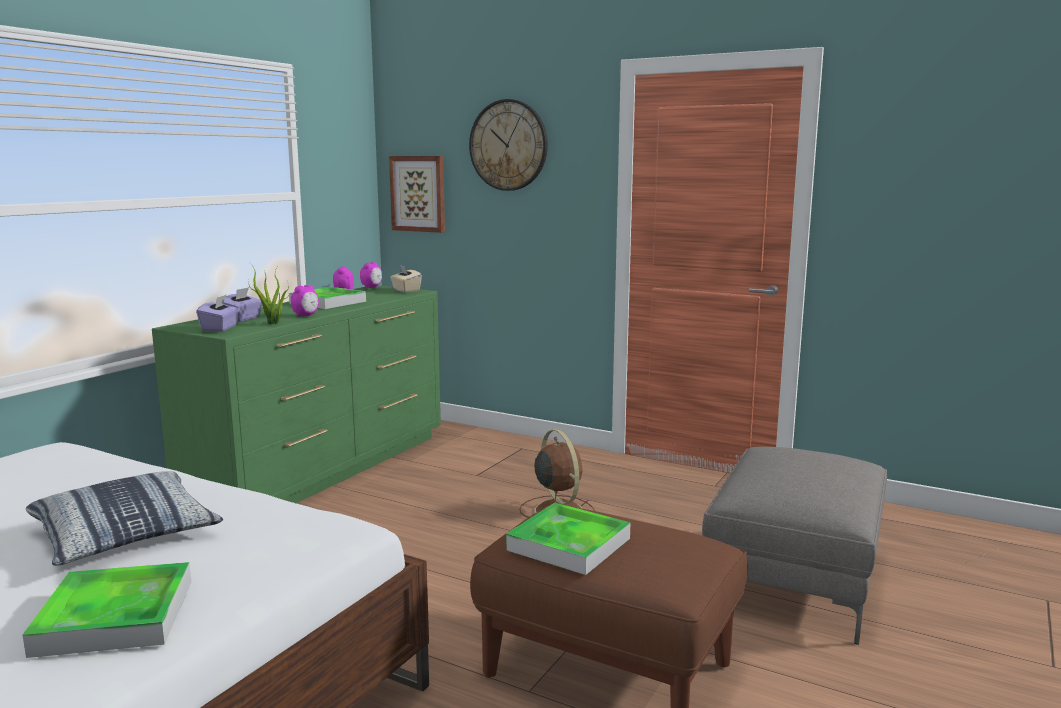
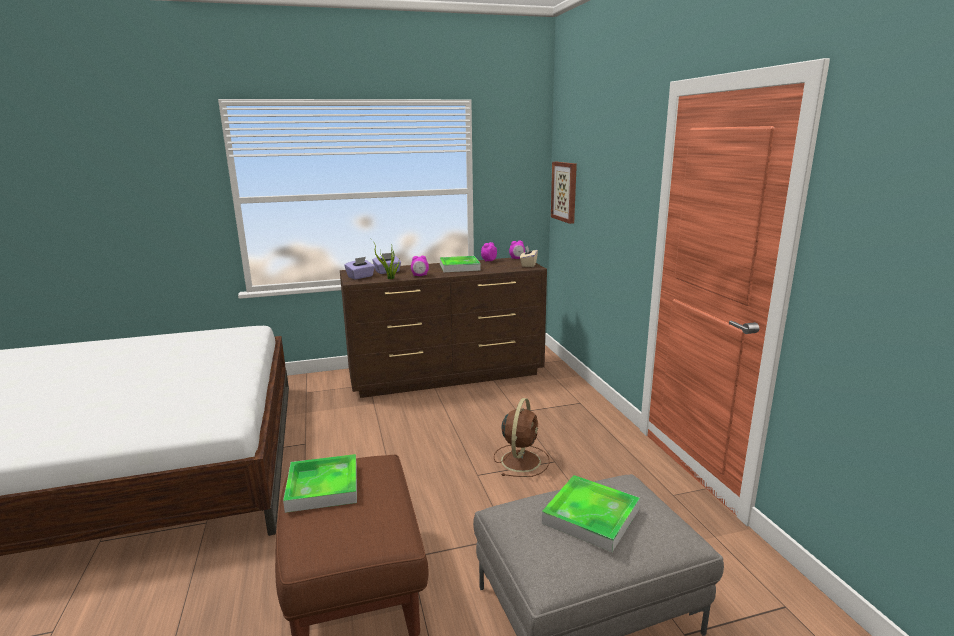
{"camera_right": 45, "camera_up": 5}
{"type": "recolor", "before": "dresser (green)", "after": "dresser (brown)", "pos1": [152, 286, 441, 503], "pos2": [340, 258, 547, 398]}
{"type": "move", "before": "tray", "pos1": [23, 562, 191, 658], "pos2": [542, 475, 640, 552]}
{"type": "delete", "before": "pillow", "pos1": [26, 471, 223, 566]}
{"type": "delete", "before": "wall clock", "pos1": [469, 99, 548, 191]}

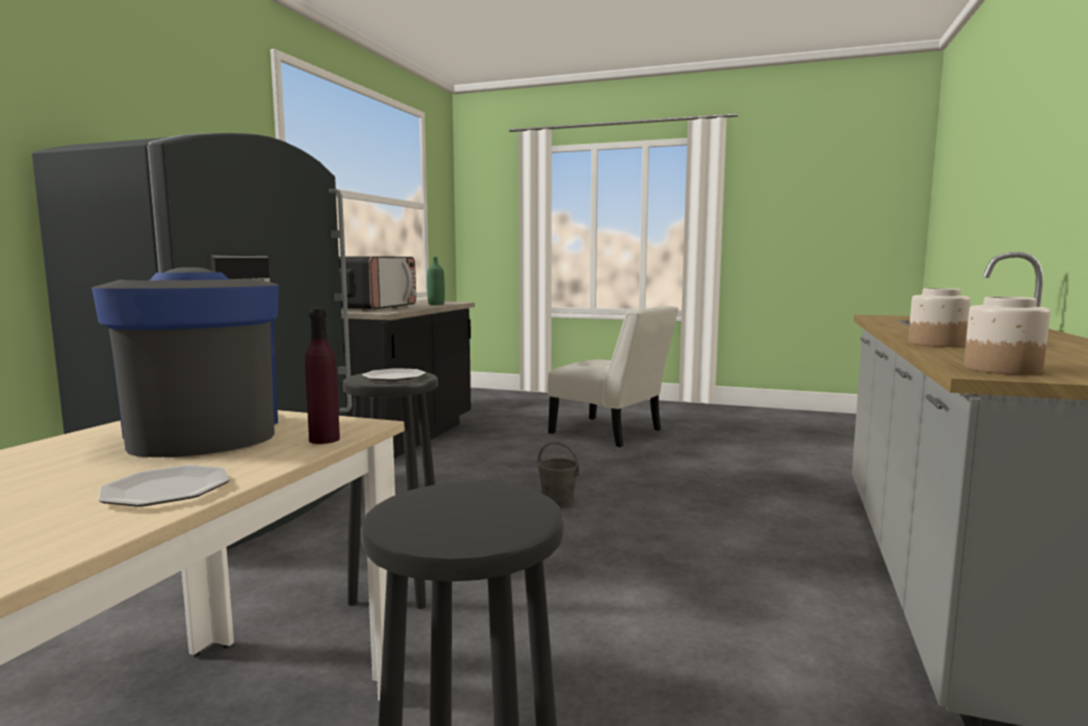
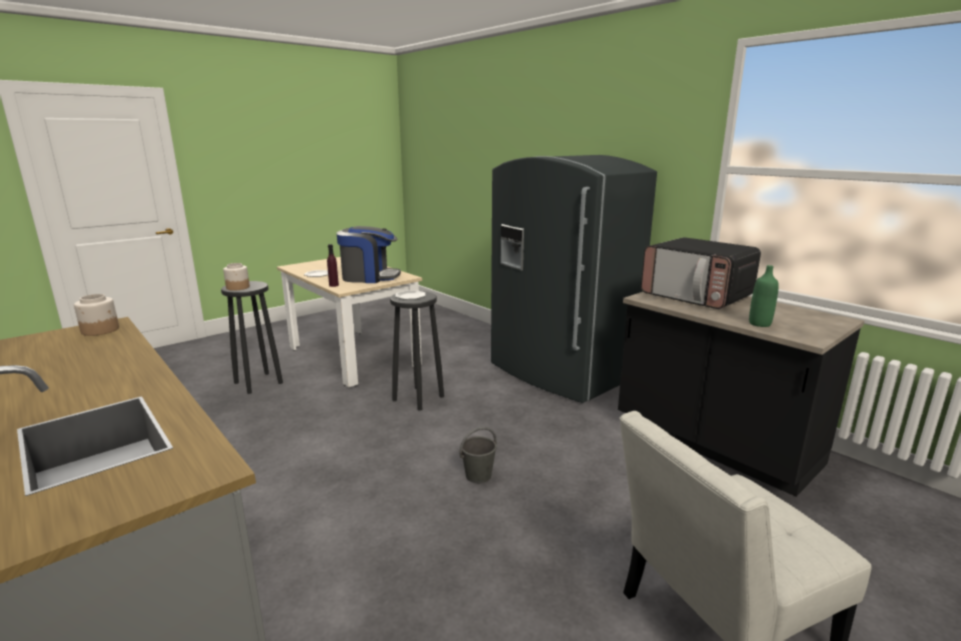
{"camera_right": 120, "camera_up": 10}
{"type": "move", "before": "jar", "pos1": [908, 288, 971, 347], "pos2": [223, 263, 250, 291]}

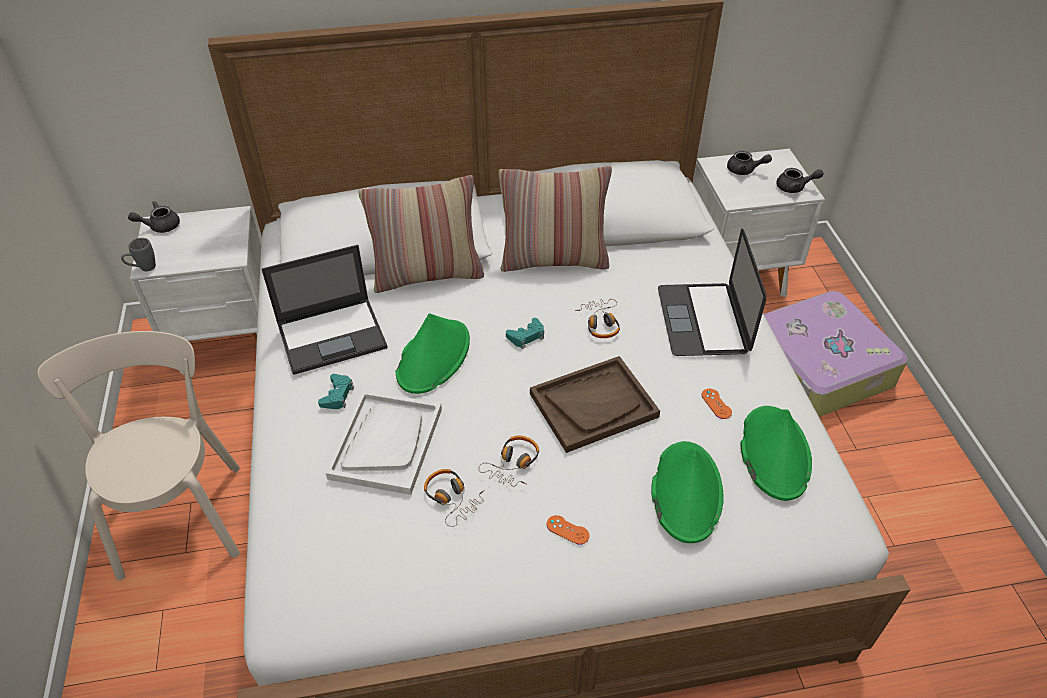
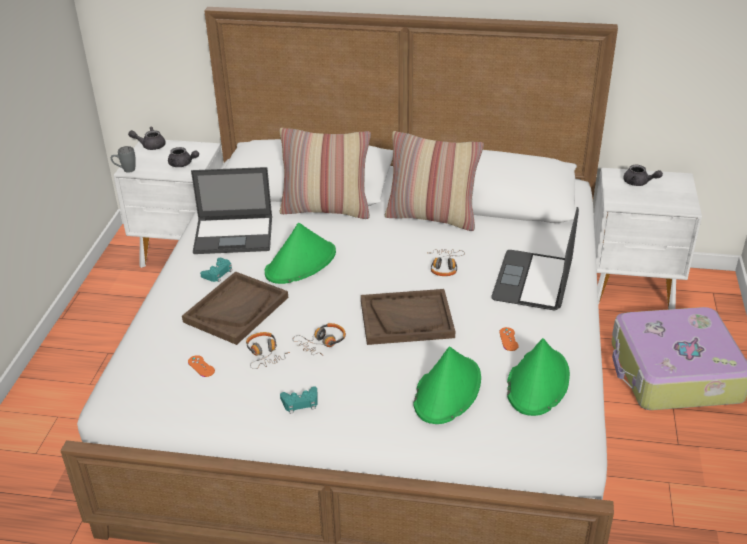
{"camera_right": 20, "camera_up": -10}
{"type": "move", "before": "teapot (grey)", "pos1": [776, 168, 824, 193], "pos2": [168, 147, 199, 167]}
{"type": "recolor", "before": "tray (white)", "after": "tray (brown)", "pos1": [326, 390, 442, 495], "pos2": [182, 271, 288, 345]}
{"type": "move", "before": "game controller (orange)", "pos1": [547, 515, 590, 545], "pos2": [188, 355, 215, 377]}
{"type": "move", "before": "game controller (turquoise)", "pos1": [506, 318, 544, 349], "pos2": [280, 387, 318, 414]}
{"type": "delete", "before": "chair (beige)", "pos1": [37, 331, 240, 581]}

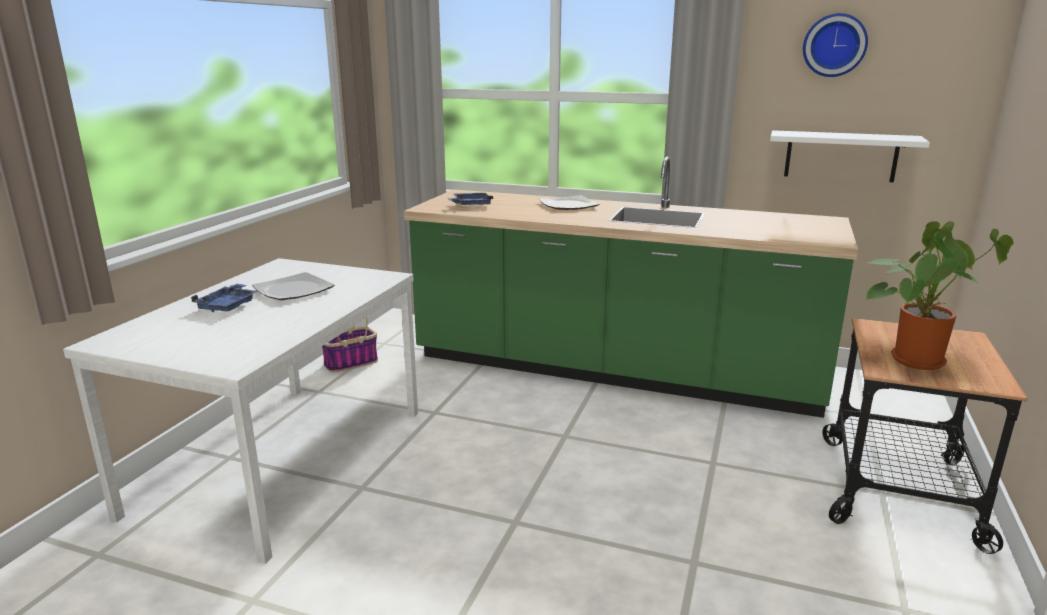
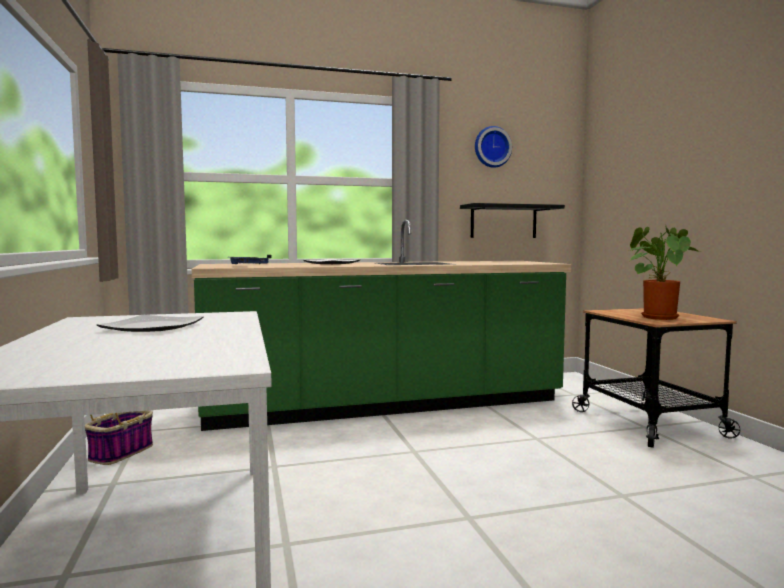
{"camera_right": -35, "camera_up": -15}
{"type": "recolor", "before": "shelf (white)", "after": "shelf (black)", "pos1": [770, 130, 930, 182], "pos2": [460, 203, 565, 238]}
{"type": "delete", "before": "tray (blue)", "pos1": [191, 284, 258, 312]}

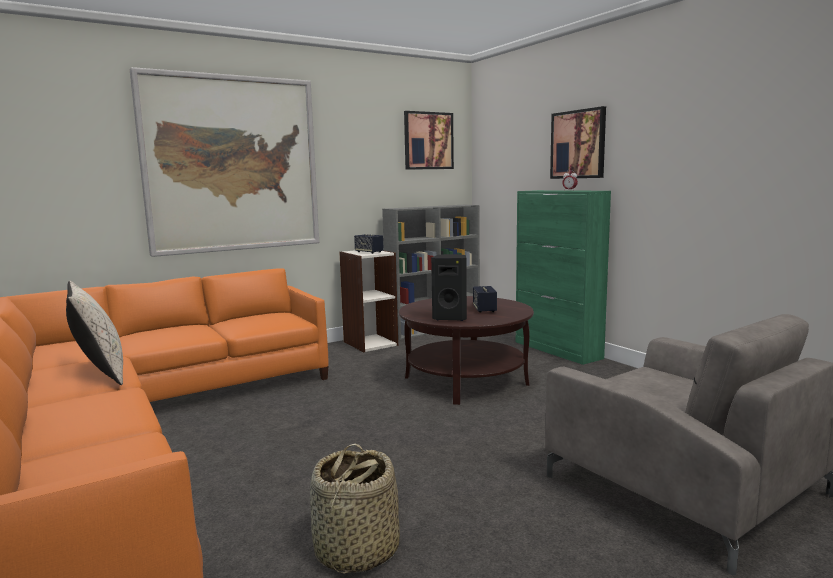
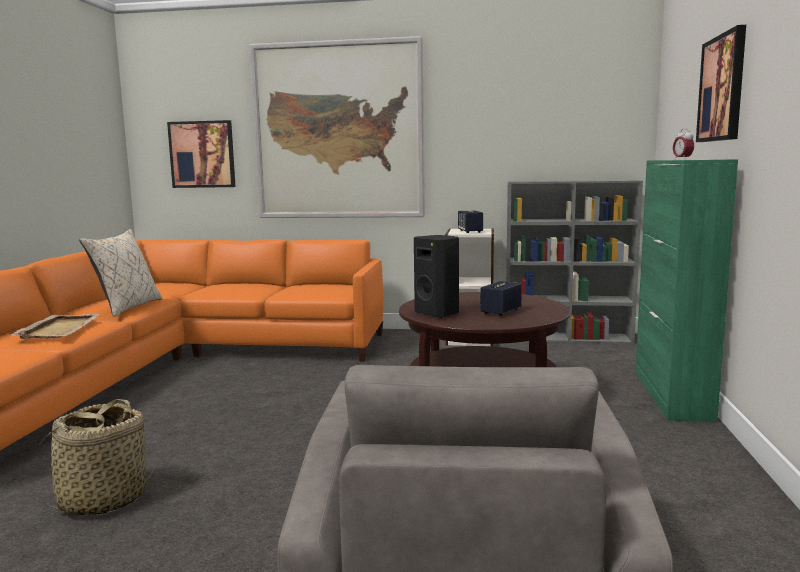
{"camera_right": 40, "camera_up": 0}
{"type": "insert", "after": "tray (beige)", "pos2": [11, 314, 100, 339]}
{"type": "move", "before": "picture", "pos1": [404, 111, 454, 170], "pos2": [167, 120, 236, 188]}

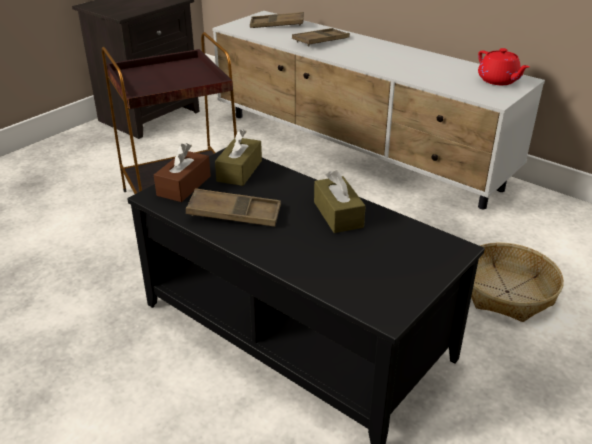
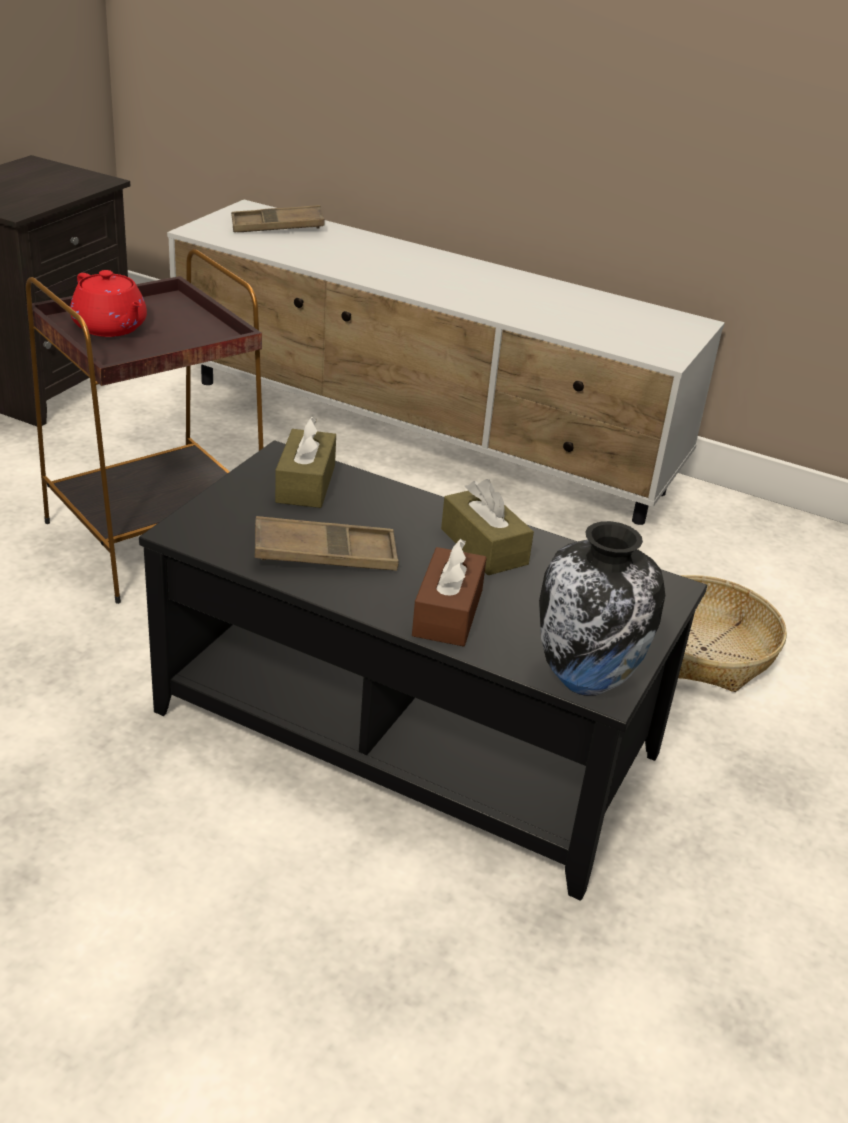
{"camera_right": -15, "camera_up": 0}
{"type": "move", "before": "teapot (red)", "pos1": [478, 48, 529, 85], "pos2": [70, 270, 147, 337]}
{"type": "move", "before": "tissue box (brown)", "pos1": [154, 143, 211, 202], "pos2": [412, 539, 487, 647]}
{"type": "insert", "after": "vase", "pos2": [539, 521, 665, 696]}
{"type": "delete", "before": "tray (brown)", "pos1": [292, 28, 350, 46]}

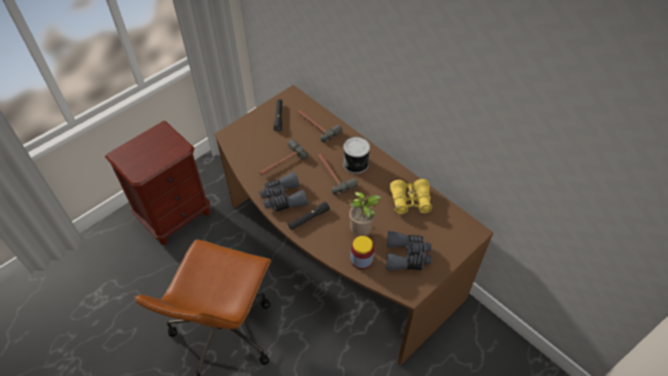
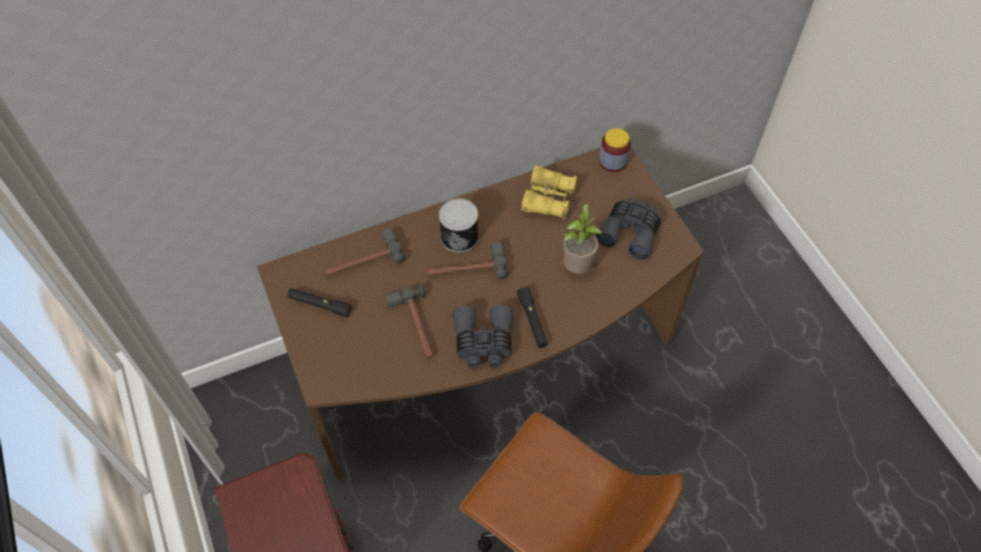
{"camera_right": -70, "camera_up": 5}
{"type": "move", "before": "jar", "pos1": [350, 236, 374, 269], "pos2": [599, 128, 631, 172]}

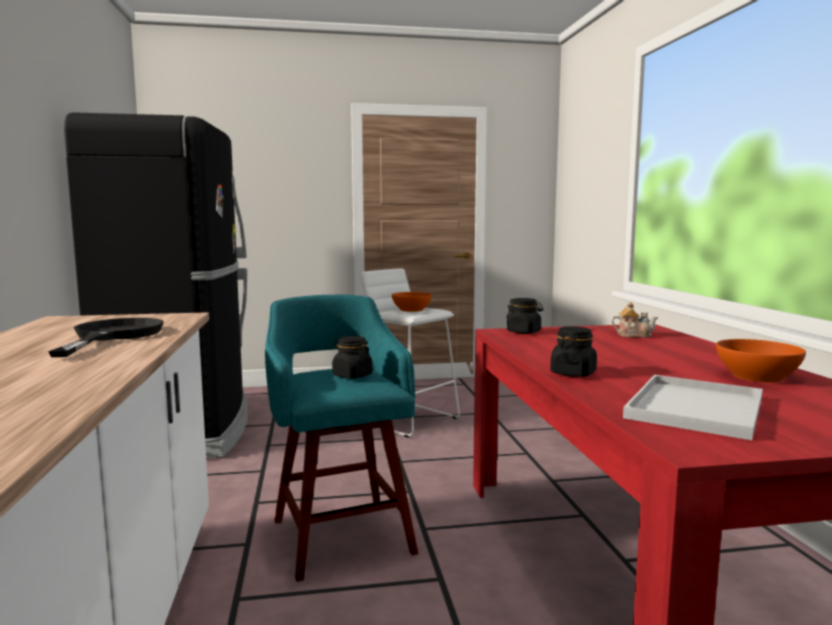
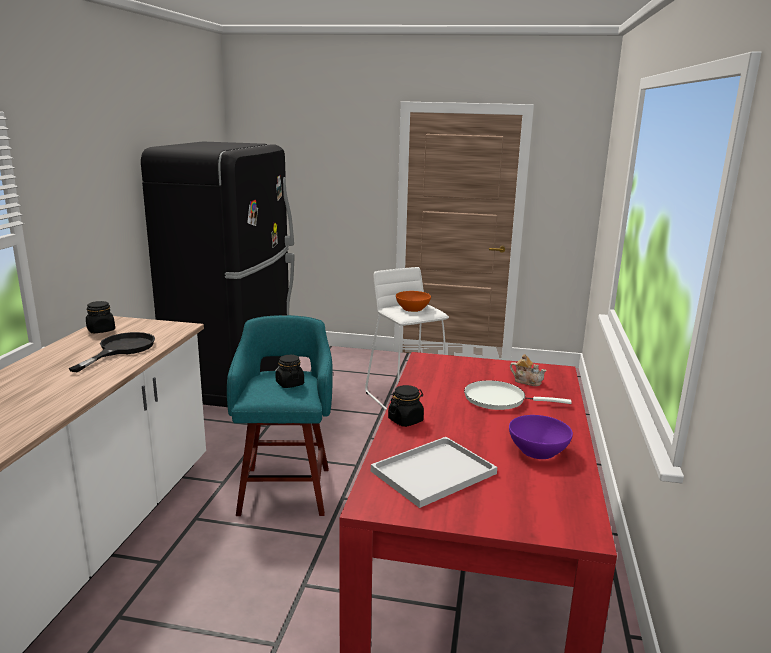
{"camera_right": 20, "camera_up": 10}
{"type": "move", "before": "jar (black)", "pos1": [506, 298, 543, 334], "pos2": [86, 301, 115, 333]}
{"type": "insert", "after": "frying pan (white)", "pos2": [464, 380, 572, 410]}
{"type": "recolor", "before": "bowl (orange)", "after": "bowl (purple)", "pos1": [716, 339, 806, 383], "pos2": [509, 415, 573, 459]}

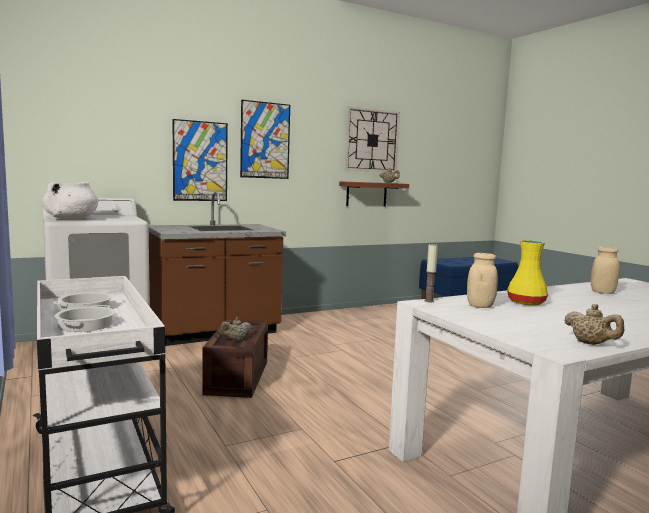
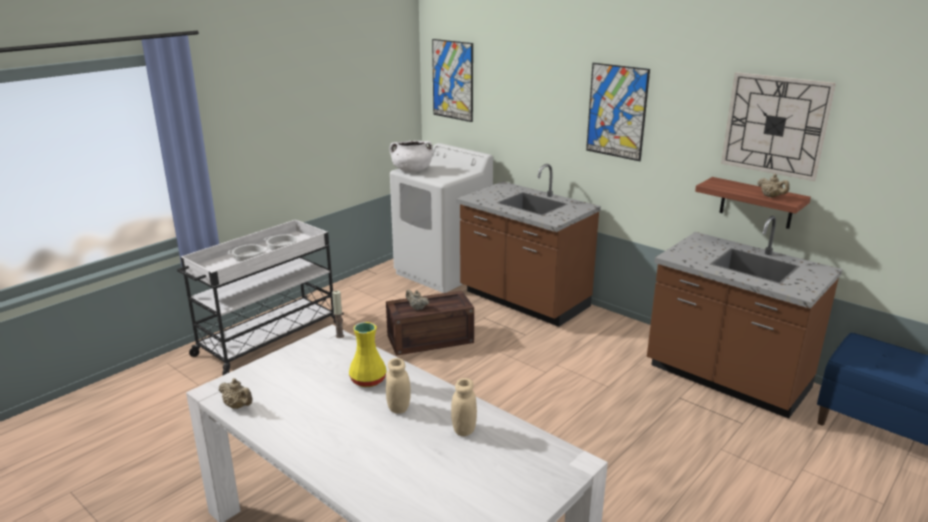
{"camera_right": 70, "camera_up": 15}
{"type": "rotate", "before": "teapot (beige)", "pos1": [564, 304, 625, 345], "pos2": [219, 378, 253, 409], "turn": -90}
{"type": "move", "before": "jar (beige)", "pos1": [467, 253, 498, 308], "pos2": [386, 358, 411, 414]}
{"type": "move", "before": "picture", "pos1": [173, 119, 228, 201], "pos2": [432, 39, 473, 122]}
{"type": "insert", "after": "counter (brown)", "pos2": [647, 216, 843, 419]}

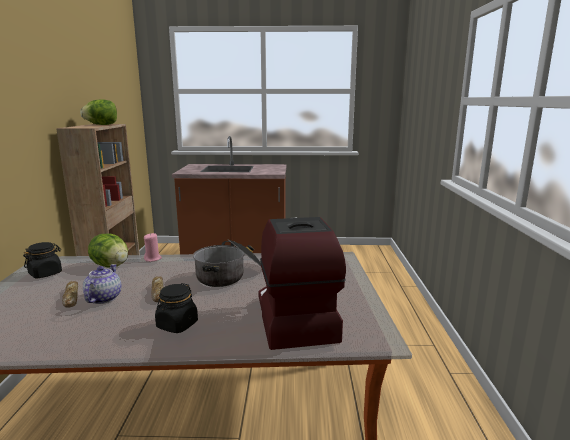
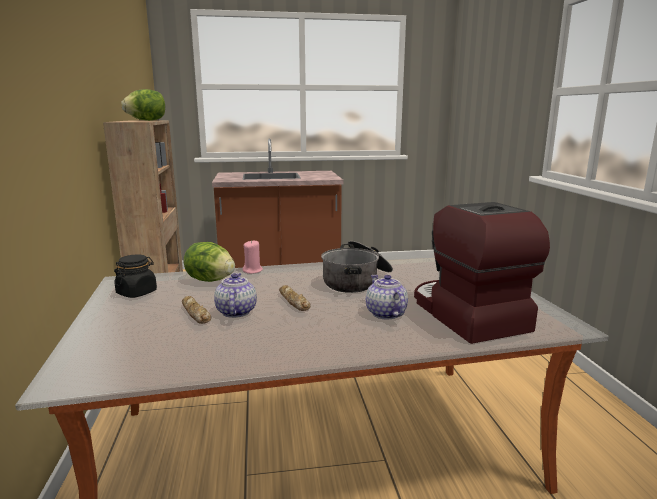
{"camera_right": -10, "camera_up": 0}
{"type": "insert", "after": "teapot", "pos2": [366, 275, 408, 319]}
{"type": "delete", "before": "jar (black)", "pos1": [155, 283, 198, 333]}

